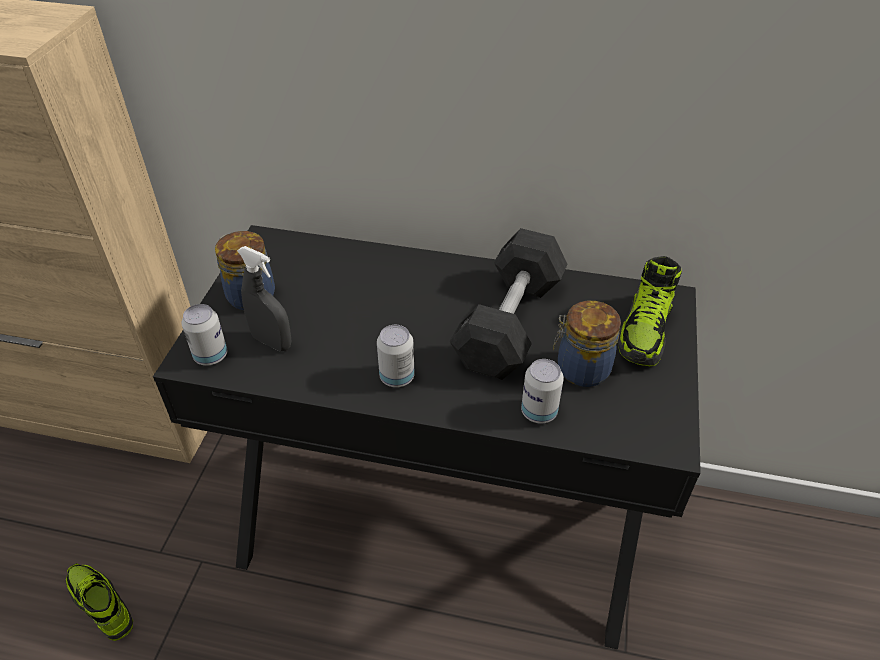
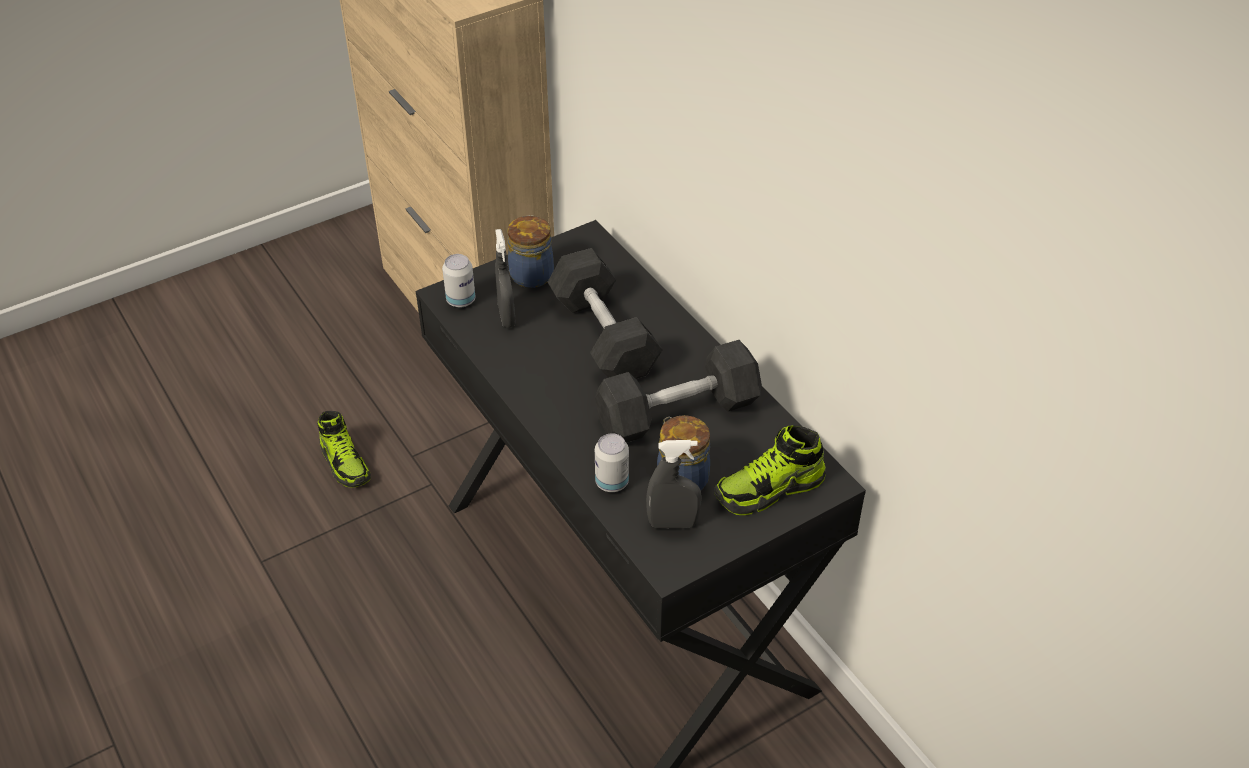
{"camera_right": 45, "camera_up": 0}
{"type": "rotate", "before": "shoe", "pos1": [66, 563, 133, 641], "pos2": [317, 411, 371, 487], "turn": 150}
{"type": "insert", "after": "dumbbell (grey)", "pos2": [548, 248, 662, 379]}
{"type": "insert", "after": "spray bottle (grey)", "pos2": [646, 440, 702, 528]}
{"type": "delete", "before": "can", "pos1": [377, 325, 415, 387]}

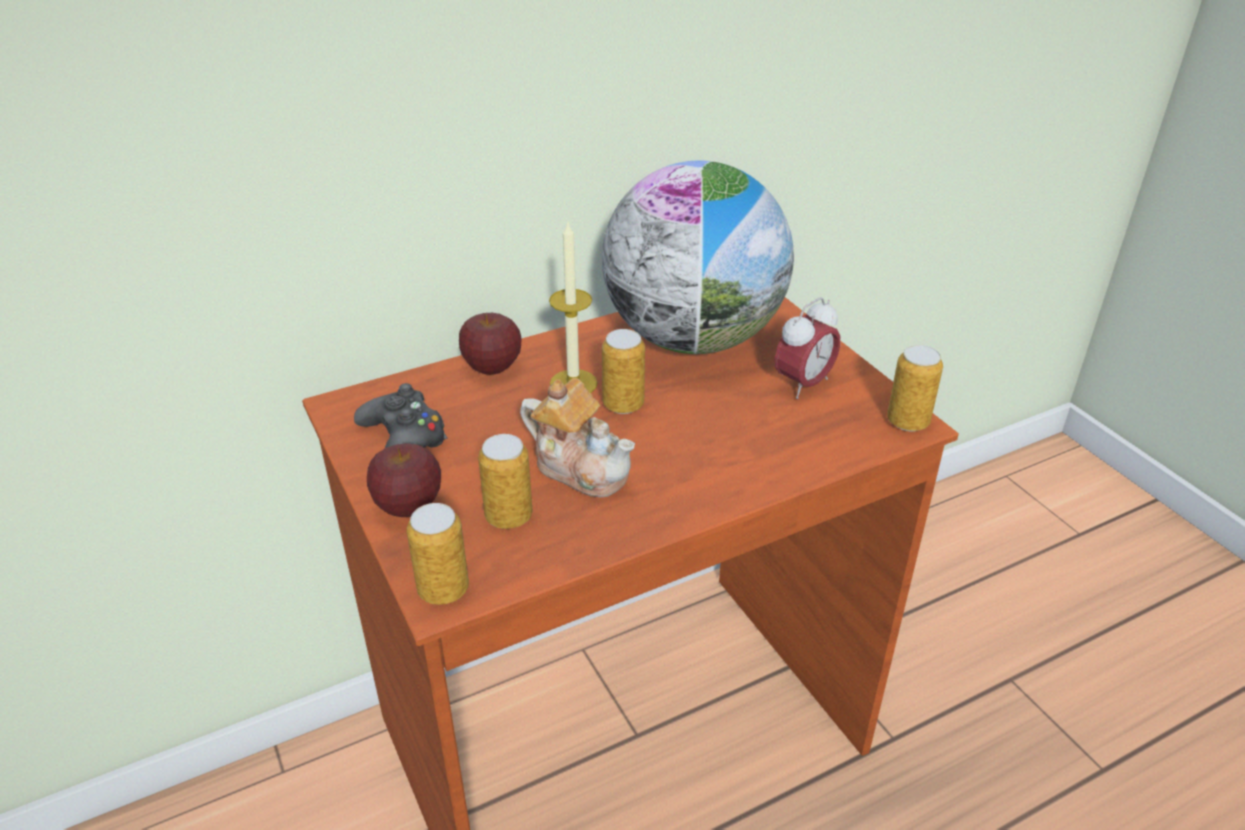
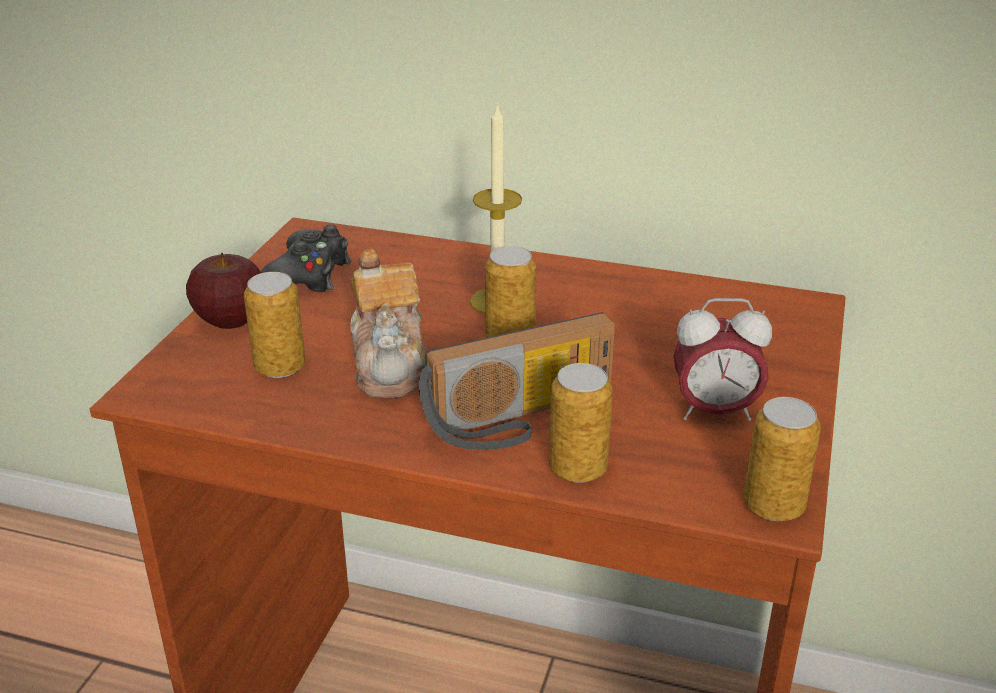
{"camera_right": 45, "camera_up": -5}
{"type": "insert", "after": "radio", "pos2": [419, 312, 615, 450]}
{"type": "move", "before": "can", "pos1": [407, 503, 469, 605], "pos2": [549, 363, 613, 483]}
{"type": "delete", "before": "apple", "pos1": [459, 313, 521, 375]}
{"type": "delete", "before": "globe", "pos1": [602, 160, 794, 354]}

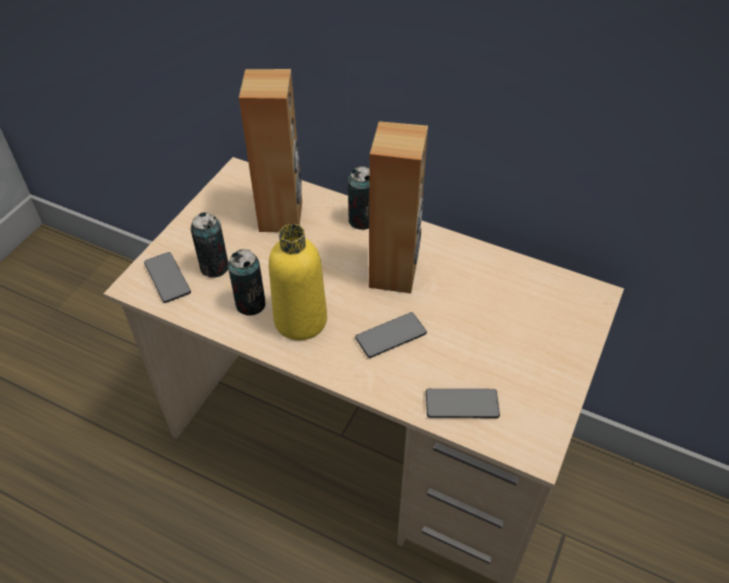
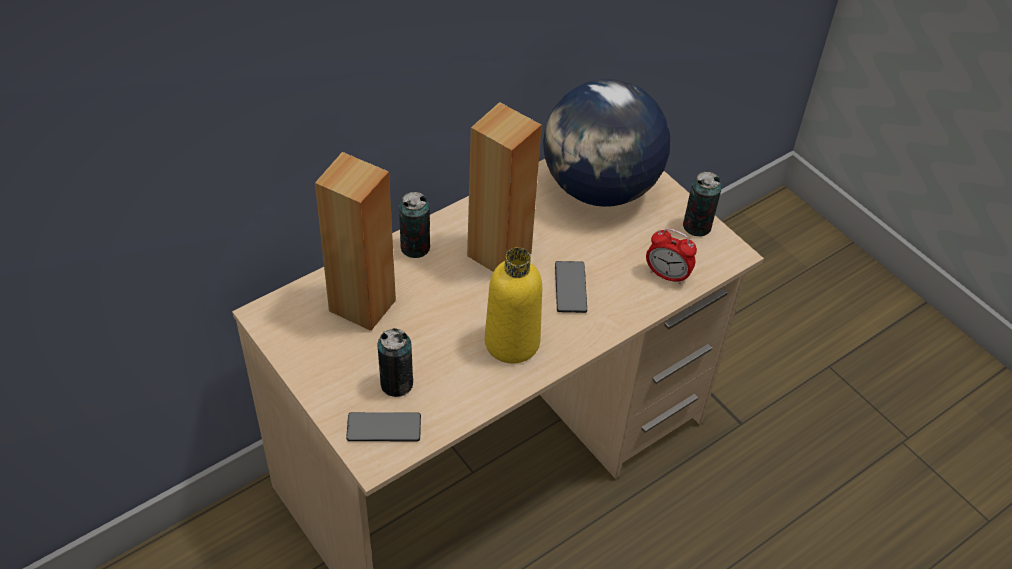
{"camera_right": -65, "camera_up": 0}
{"type": "insert", "after": "globe", "pos2": [543, 79, 670, 207]}
{"type": "replace", "before": "phone", "after": "alarm clock", "pos1": [426, 389, 500, 418], "pos2": [646, 228, 697, 284]}
{"type": "move", "before": "can", "pos1": [228, 249, 265, 316], "pos2": [683, 172, 722, 237]}

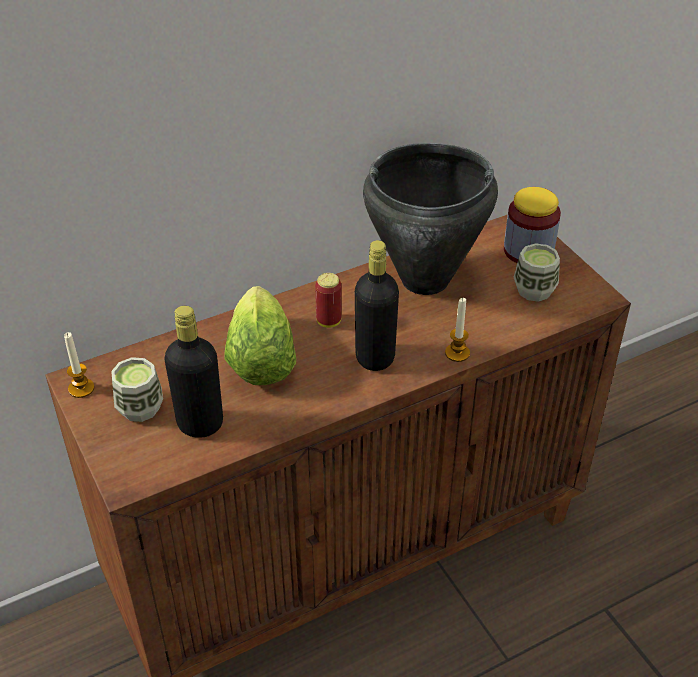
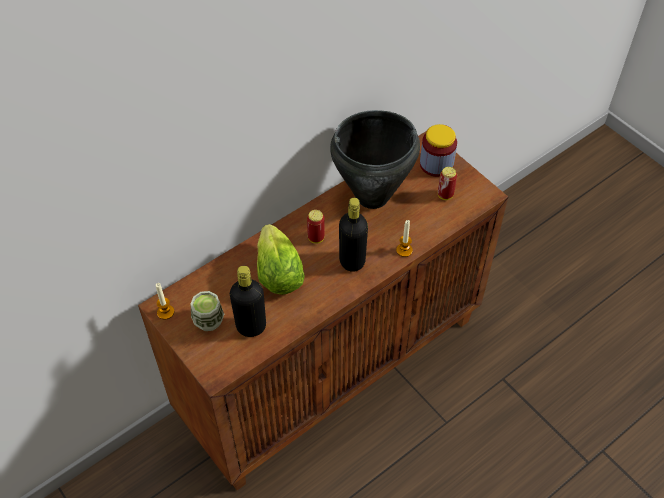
{"camera_right": -10, "camera_up": 10}
{"type": "replace", "before": "cup", "after": "can", "pos1": [514, 243, 560, 302], "pos2": [438, 167, 457, 200]}

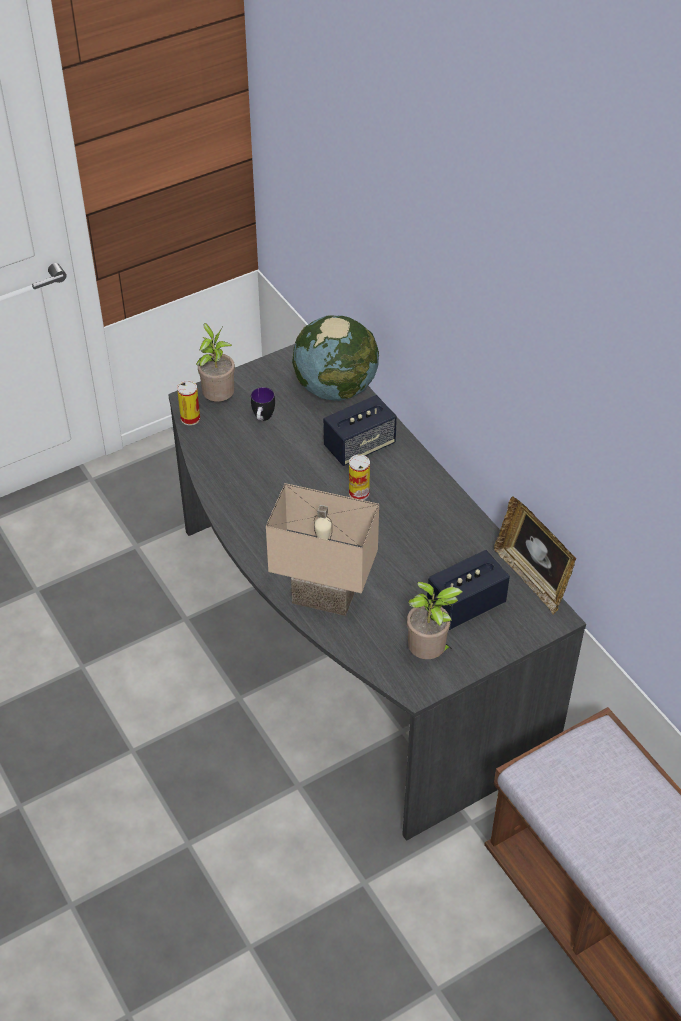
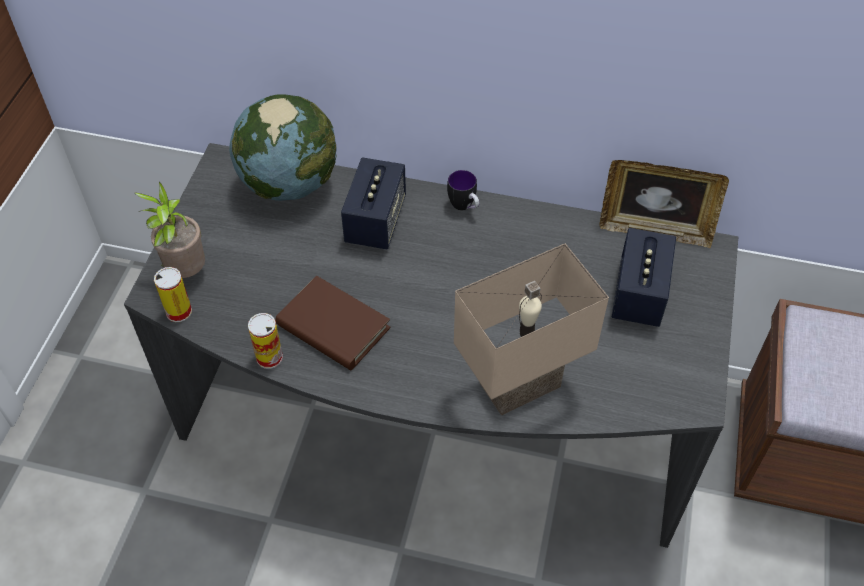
{"camera_right": -45, "camera_up": 5}
{"type": "move", "before": "can", "pos1": [349, 455, 370, 500], "pos2": [248, 313, 283, 369]}
{"type": "insert", "after": "book (brown)", "pos2": [275, 276, 391, 370]}
{"type": "move", "before": "mug", "pos1": [251, 387, 275, 421], "pos2": [447, 170, 480, 210]}
{"type": "delete", "before": "potted plant", "pos1": [407, 581, 463, 659]}

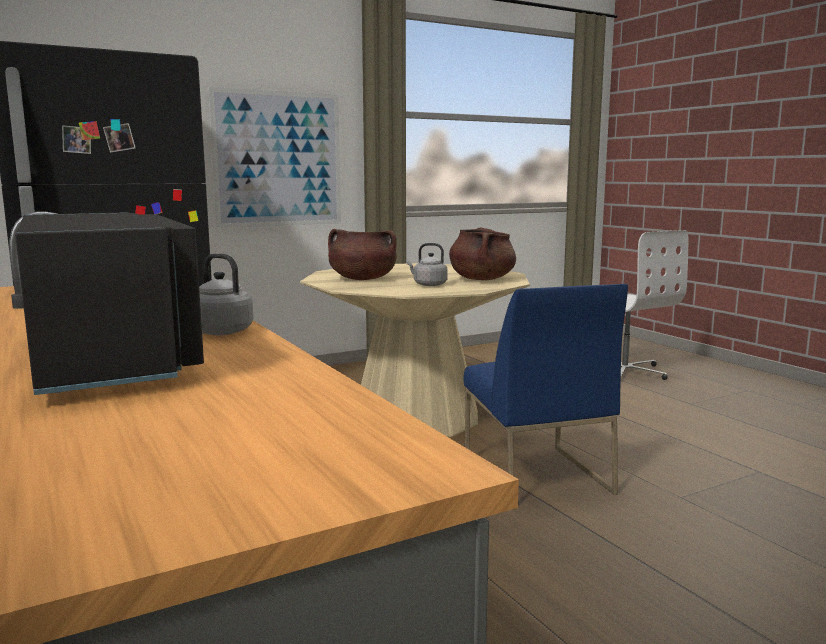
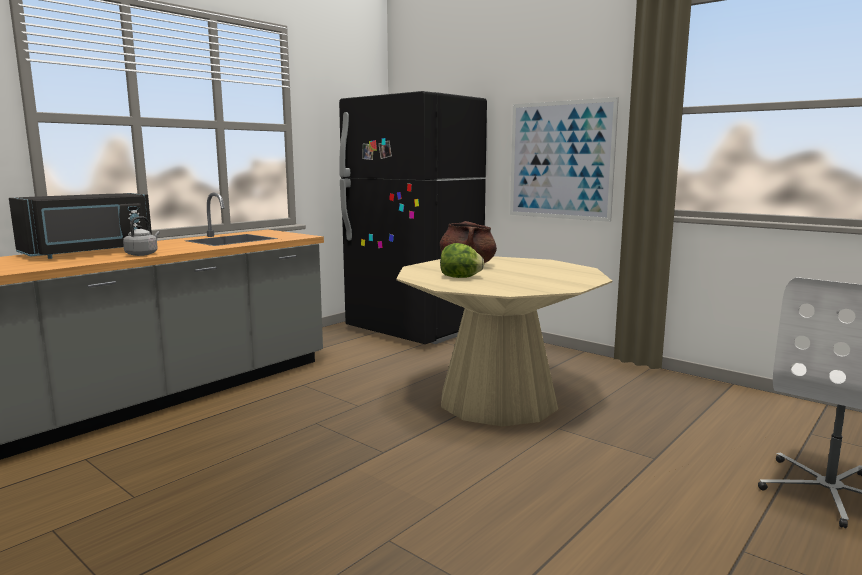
{"camera_right": 70, "camera_up": 0}
{"type": "replace", "before": "kettle (grey)", "after": "lettuce", "pos1": [407, 243, 448, 286], "pos2": [440, 243, 484, 278]}
{"type": "delete", "before": "cooking pot (brown)", "pos1": [449, 227, 516, 280]}
{"type": "delete", "before": "chair (blue)", "pos1": [464, 284, 628, 495]}

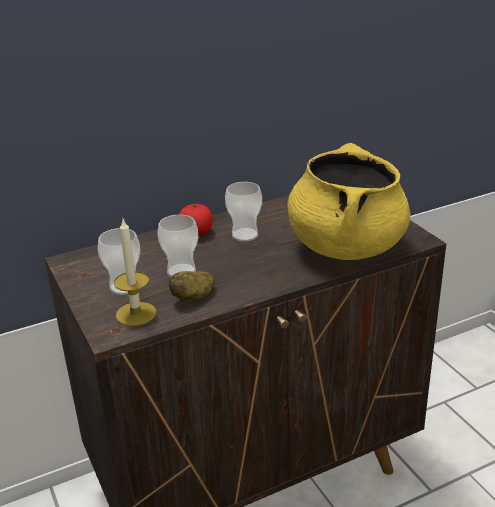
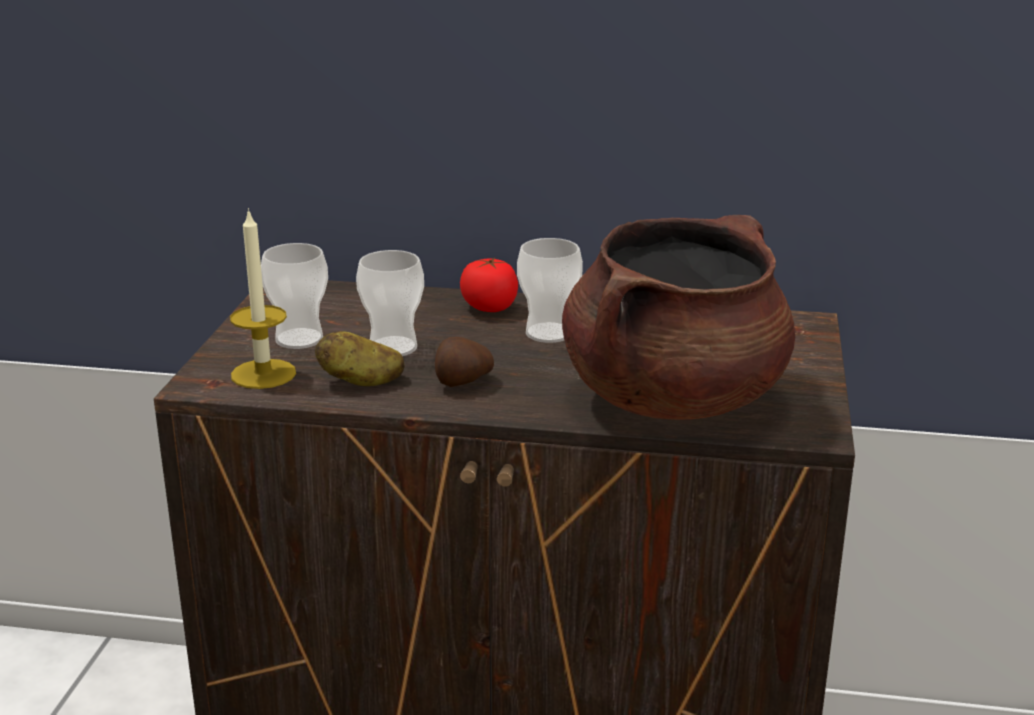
{"camera_right": 35, "camera_up": -5}
{"type": "insert", "after": "potato", "pos2": [435, 337, 494, 387]}
{"type": "recolor", "before": "cooking pot (yellow)", "after": "cooking pot (brown)", "pos1": [288, 143, 410, 260], "pos2": [562, 215, 795, 420]}

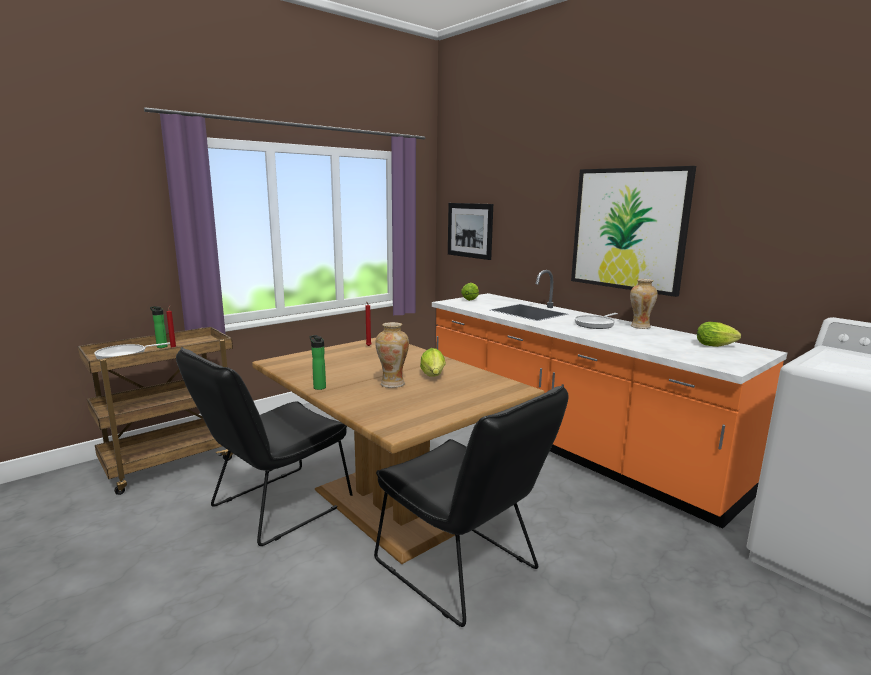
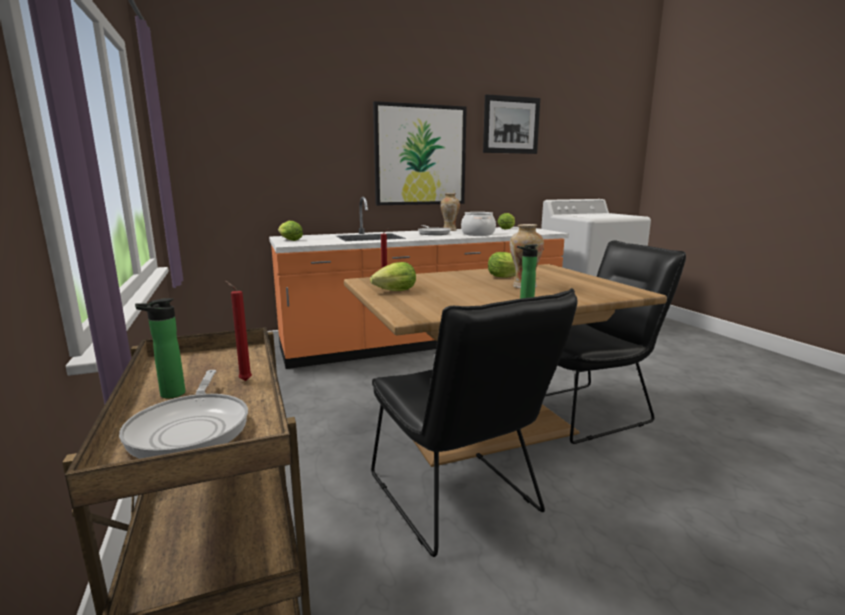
{"camera_right": -70, "camera_up": 0}
{"type": "insert", "after": "lettuce", "pos2": [370, 262, 416, 291]}
{"type": "insert", "after": "cooking pot", "pos2": [461, 212, 496, 236]}
{"type": "move", "before": "picture", "pos1": [448, 203, 493, 260], "pos2": [483, 94, 540, 154]}

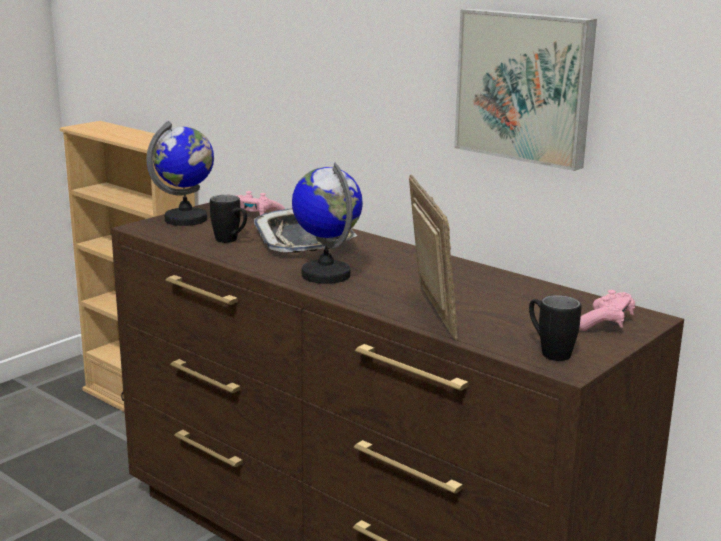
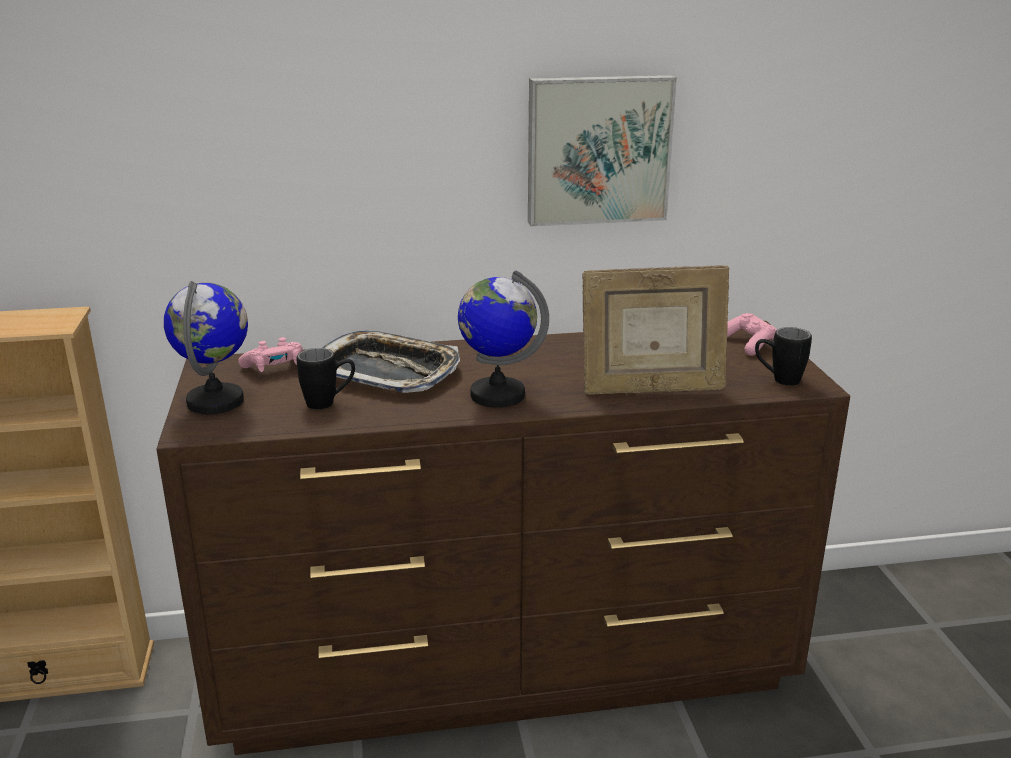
{"camera_right": -50, "camera_up": 5}
{"type": "rotate", "before": "picture frame", "pos1": [409, 174, 458, 340], "pos2": [582, 265, 729, 395], "turn": 150}

